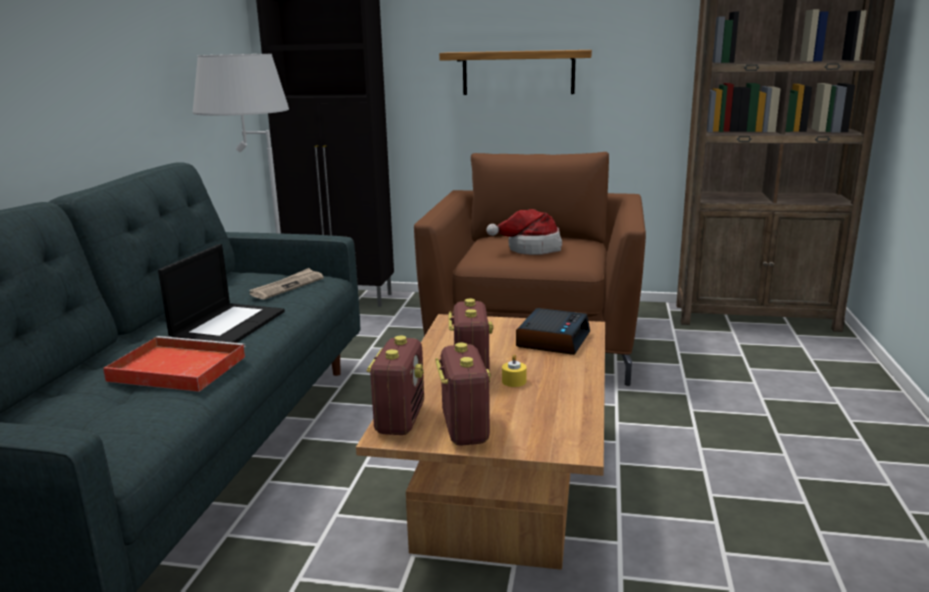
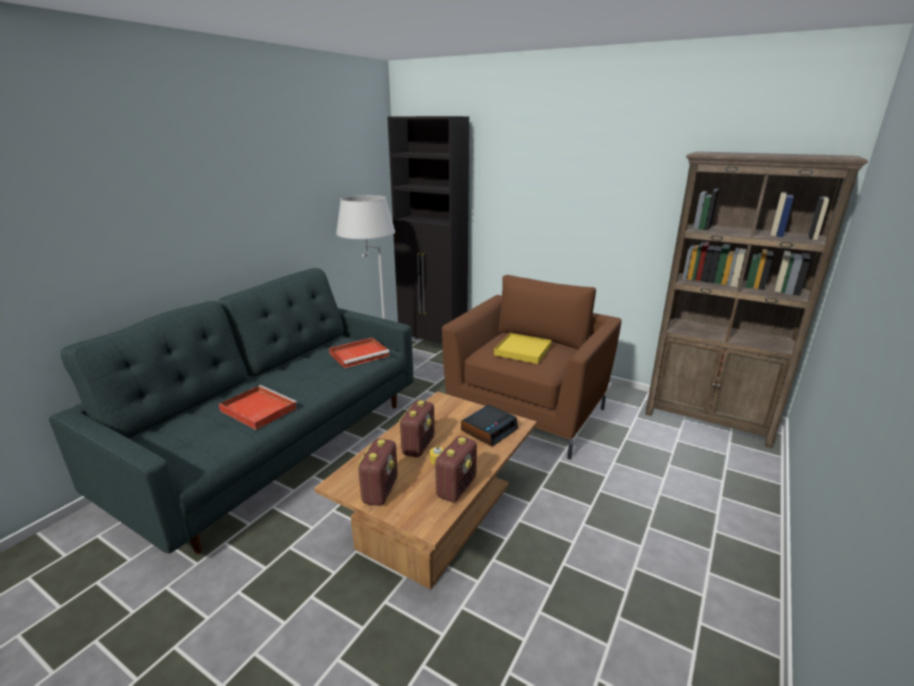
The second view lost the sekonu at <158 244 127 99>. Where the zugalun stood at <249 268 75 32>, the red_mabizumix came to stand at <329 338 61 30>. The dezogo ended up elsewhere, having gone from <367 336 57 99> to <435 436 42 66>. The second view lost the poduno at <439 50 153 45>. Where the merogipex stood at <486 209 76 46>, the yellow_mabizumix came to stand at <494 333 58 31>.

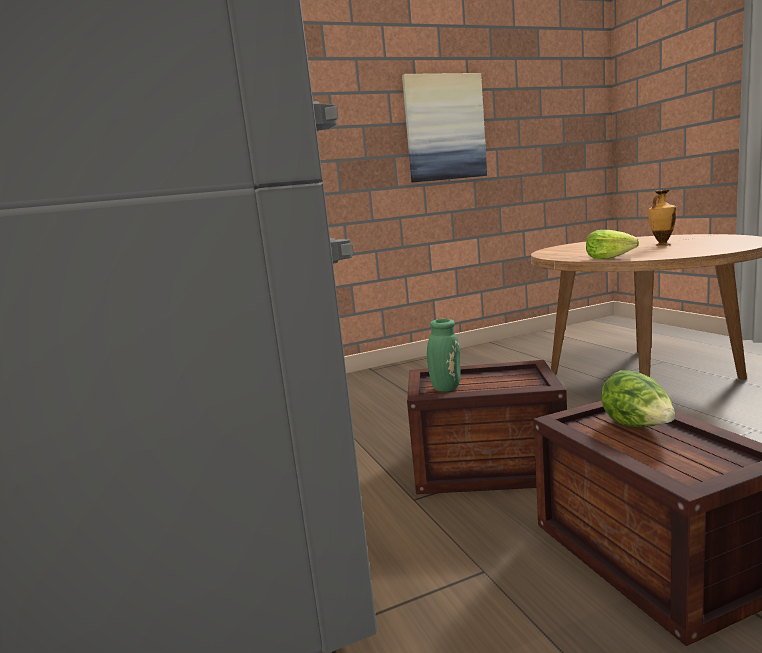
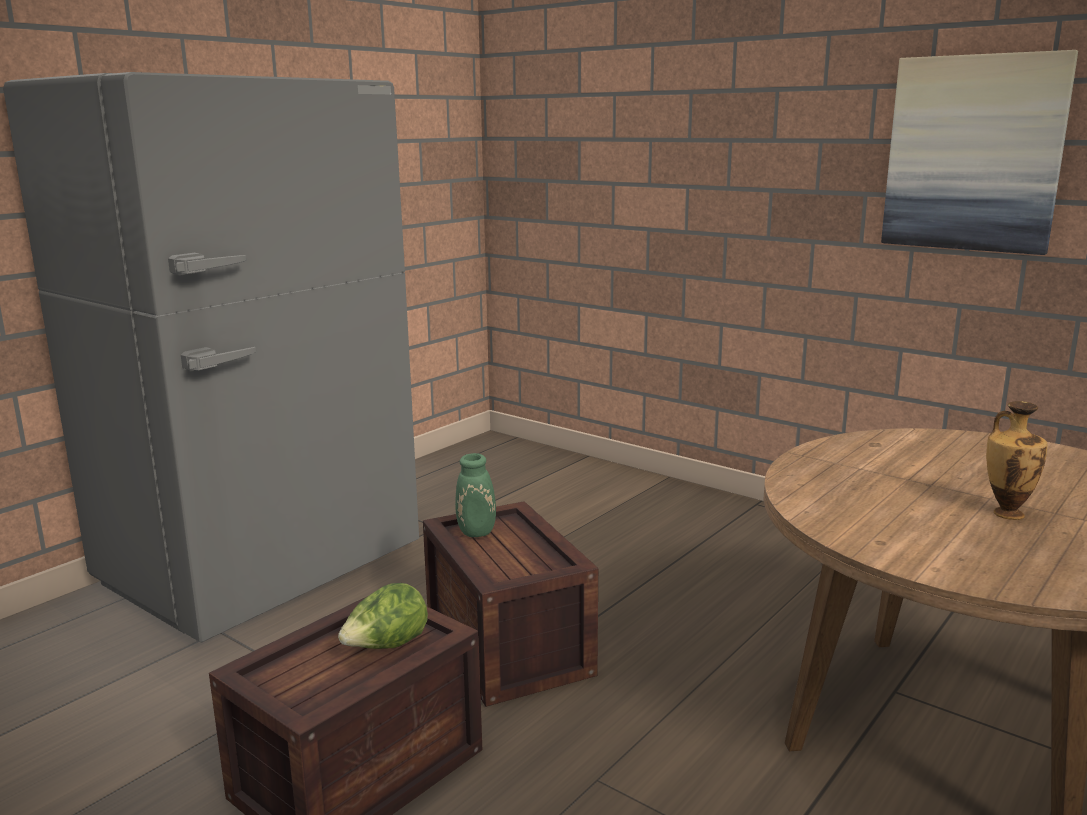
The second view lost the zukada at <586 230 53 29>.

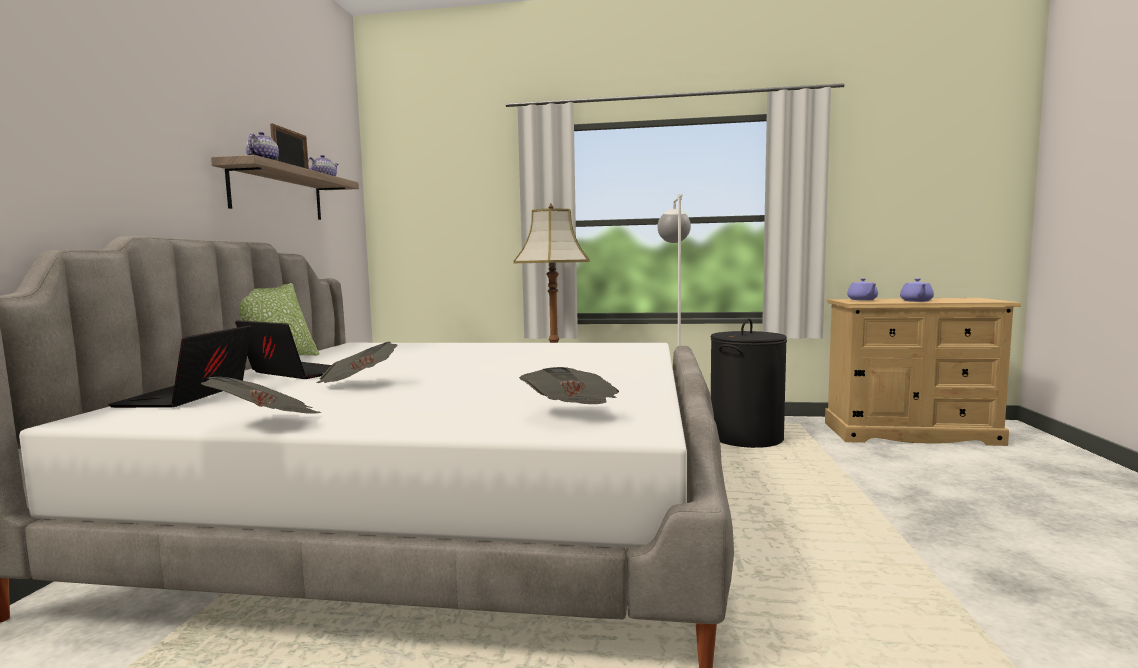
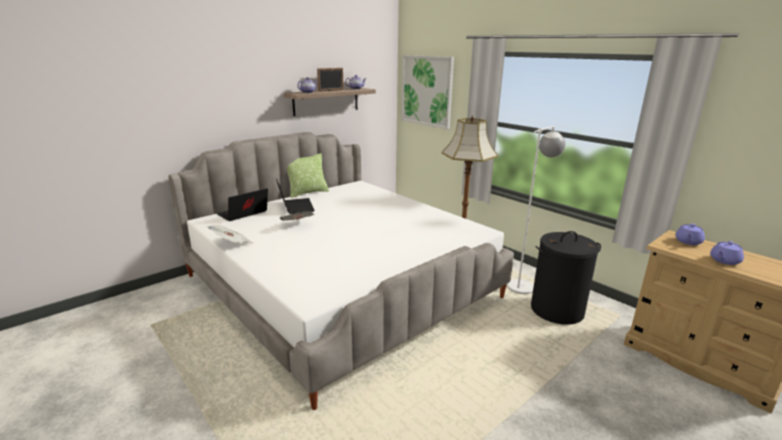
The second view lost the zugalun at <519 367 100 37>. The second view gained the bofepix at <401 55 53 74>.

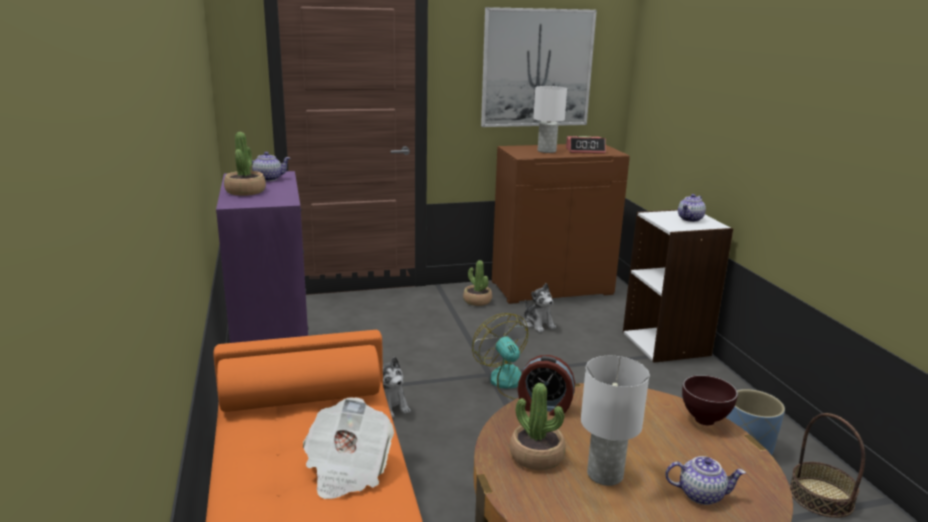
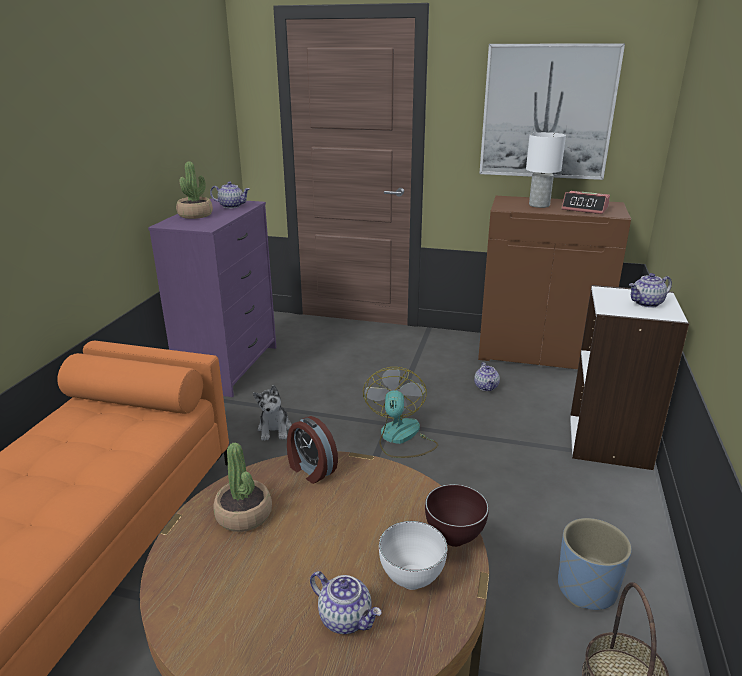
The second view lost the zugalun at <303 397 91 102>. The second view lost the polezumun at <463 260 29 46>. Where the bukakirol stood at <523 283 33 50>, the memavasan came to stand at <474 362 26 29>. The second view lost the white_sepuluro at <581 356 68 130>. The second view gained the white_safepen at <379 521 69 69>.

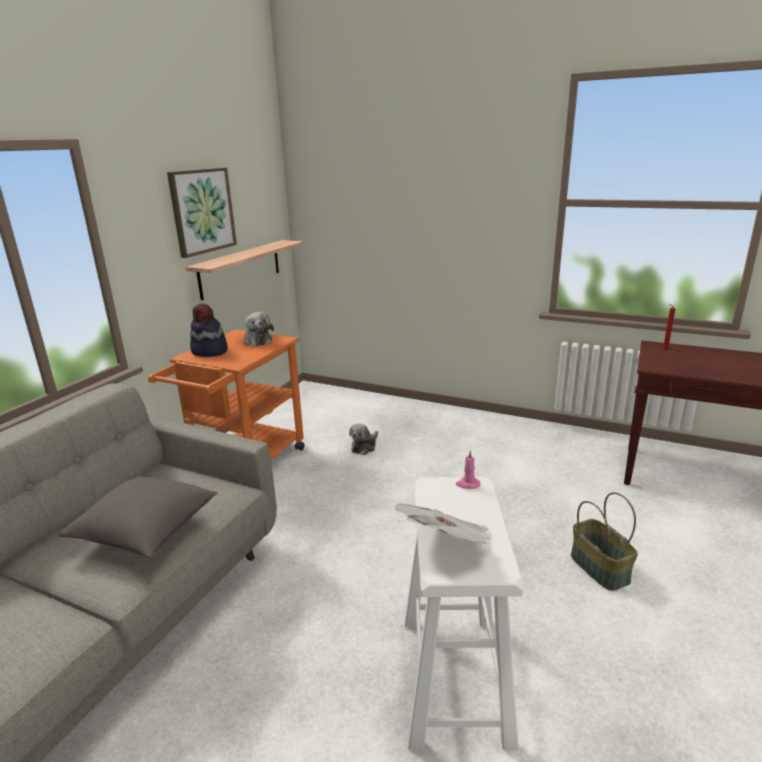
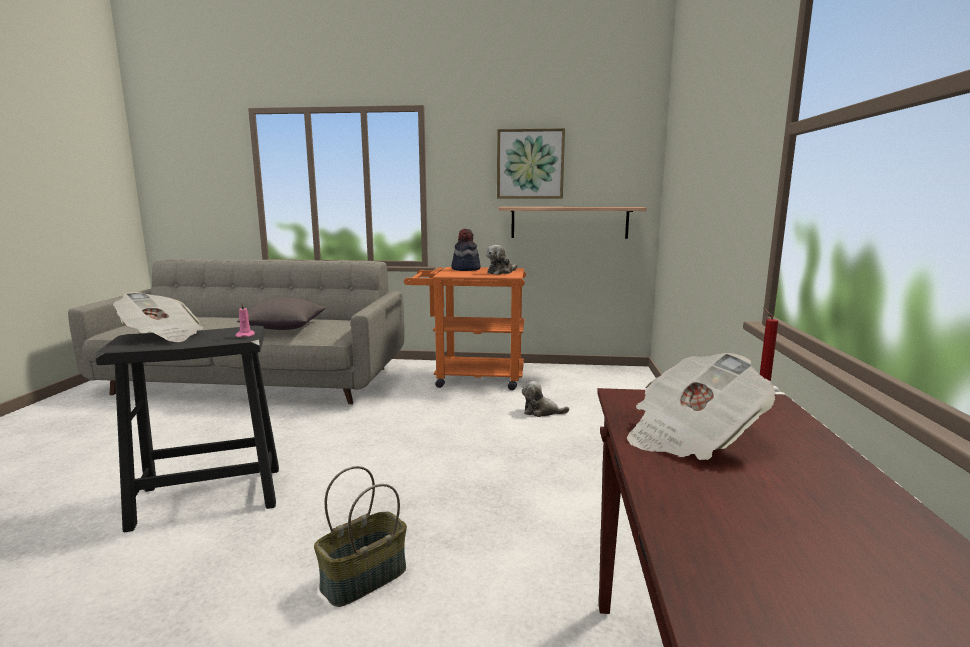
What was the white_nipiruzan at <405 477 118 274> turned into the black_nipiruzan at <95 326 184 206>. The second view gained the zugalun at <627 353 148 107>.

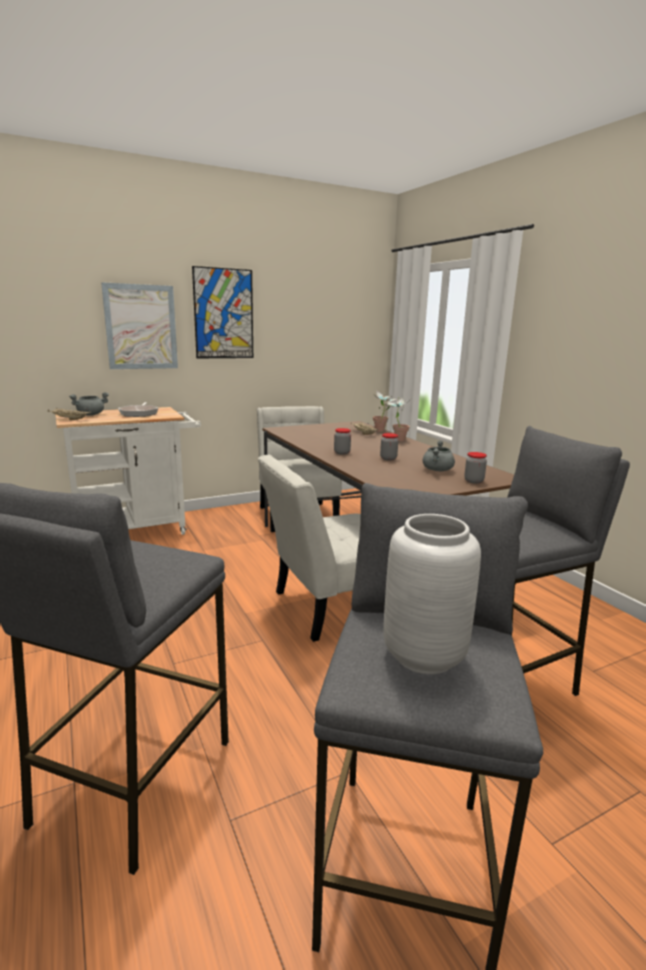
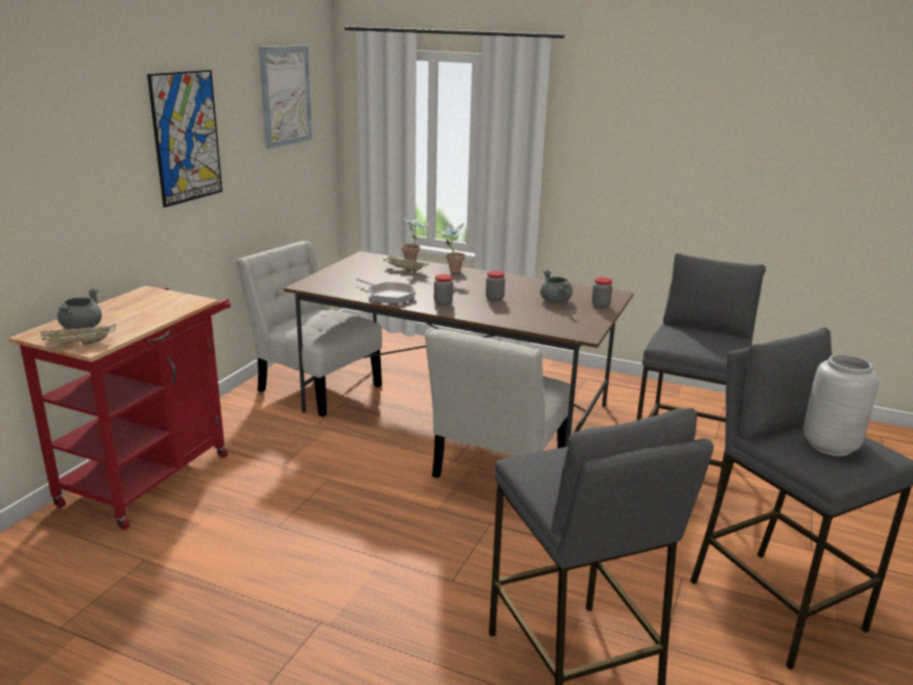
What was the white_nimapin at <55 407 146 128> turned into the red_nimapin at <9 286 222 244>. The bofepix ended up elsewhere, having gone from <101 282 77 87> to <259 45 53 104>. The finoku ended up elsewhere, having gone from <118 402 40 15> to <356 278 60 26>.

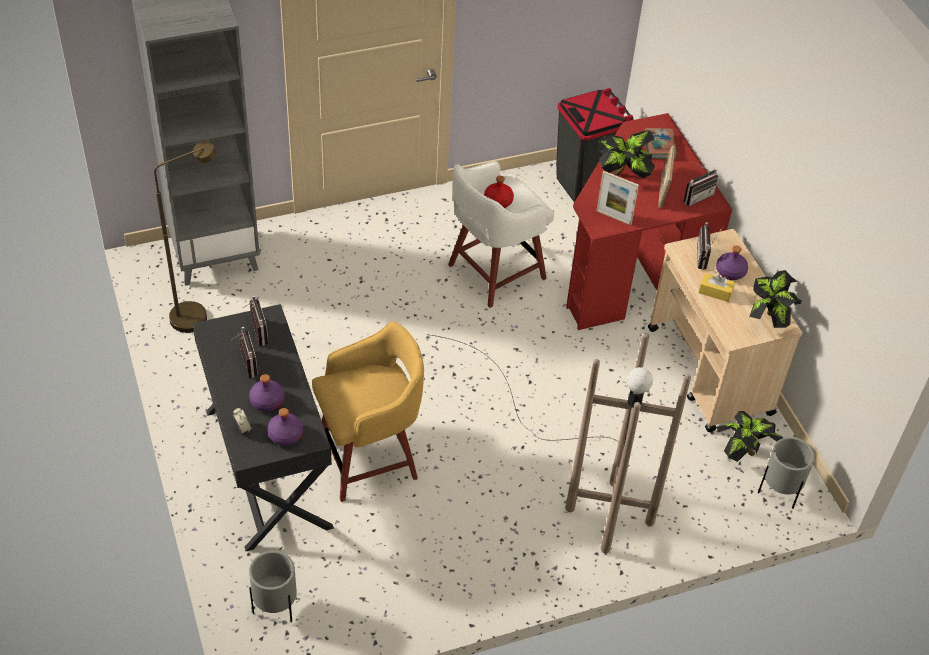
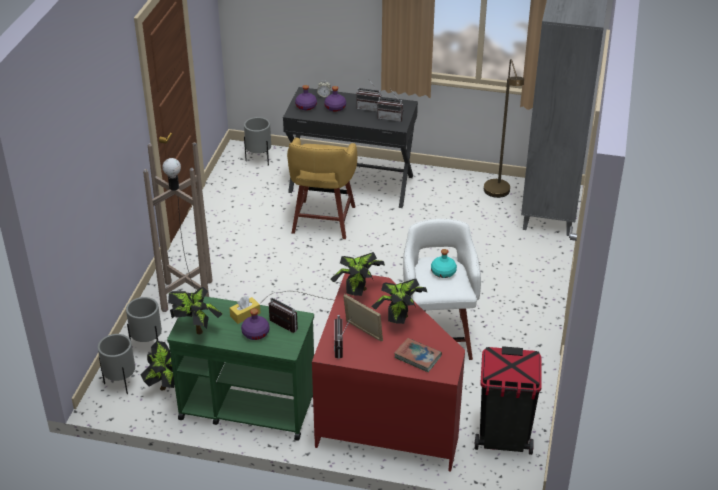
What was the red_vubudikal at <484 176 30 32> turned into the turquoise_vubudikal at <431 249 26 29>. Where the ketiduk stood at <596 171 43 54>, the polezumun came to stand at <330 252 55 44>. What was the beige_nimapin at <648 229 155 203> turned into the green_nimapin at <167 296 147 145>. The second view gained the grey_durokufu at <126 297 36 45>.

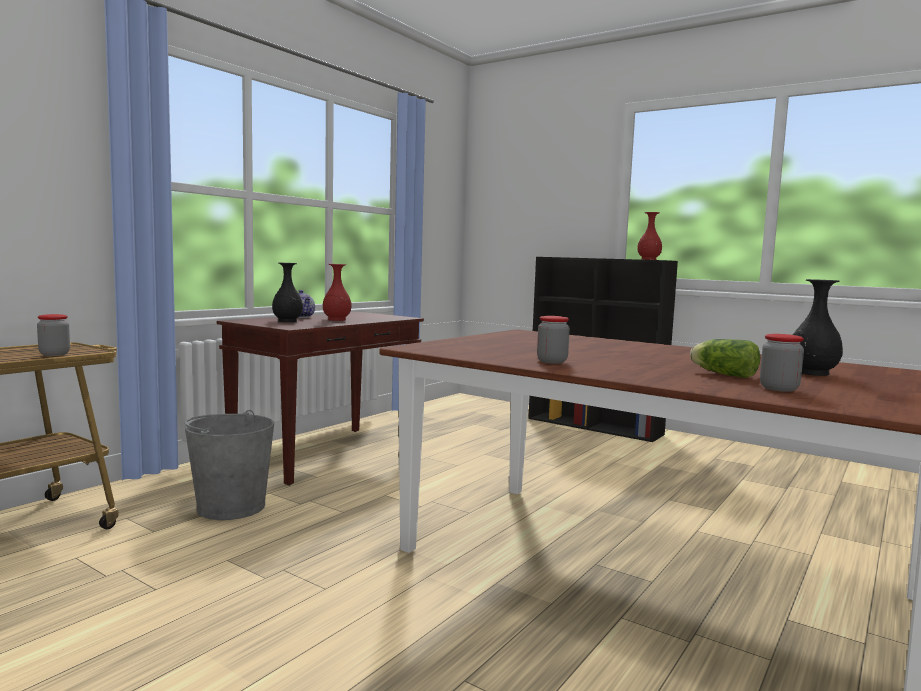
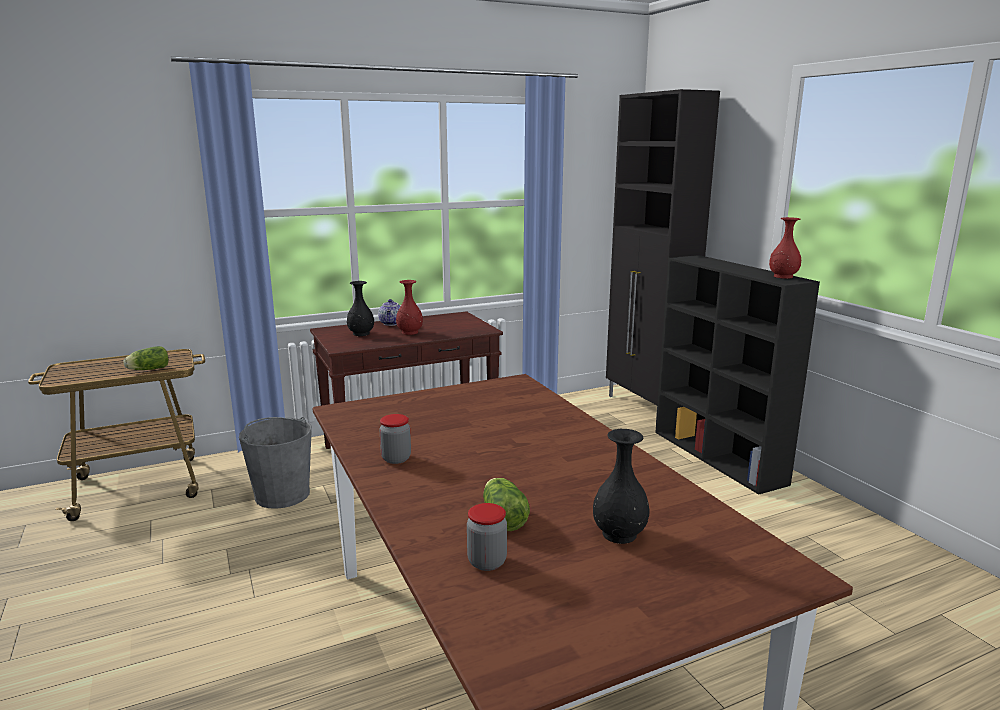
Where the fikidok stood at <37 314 33 42>, the zukada came to stand at <123 346 46 24>. The second view gained the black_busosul at <606 89 114 329>.

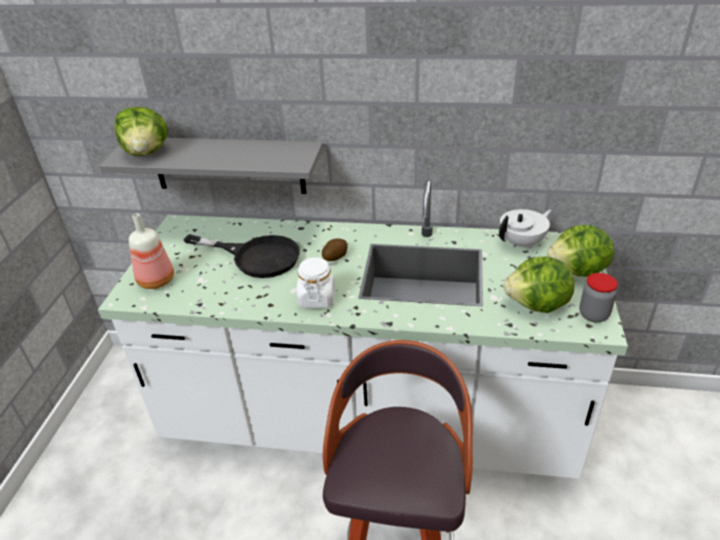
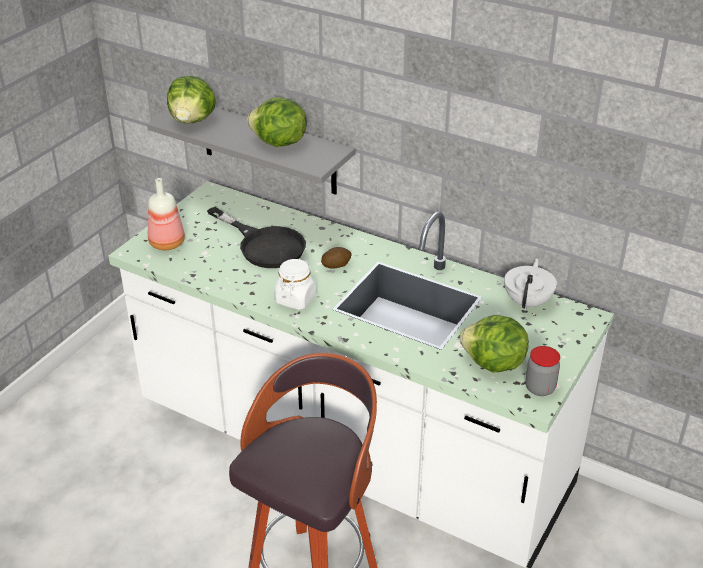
The white_memavasan at <499 209 53 40> ended up facing another way, 60 degrees counterclockwise from before. The zukada ended up elsewhere, having gone from <547 225 67 52> to <247 98 60 49>.

